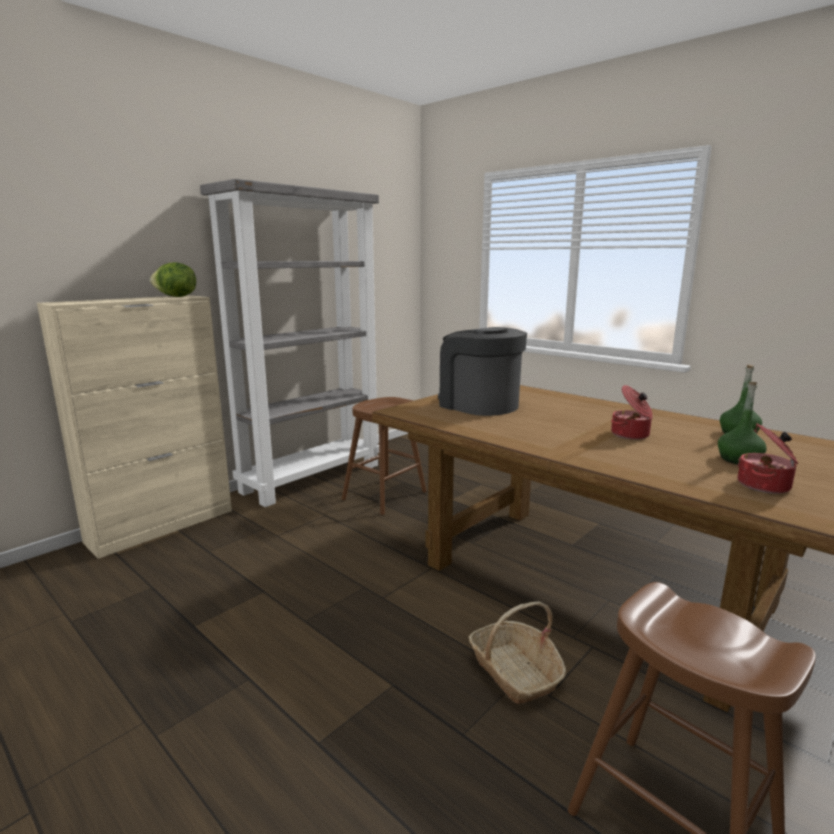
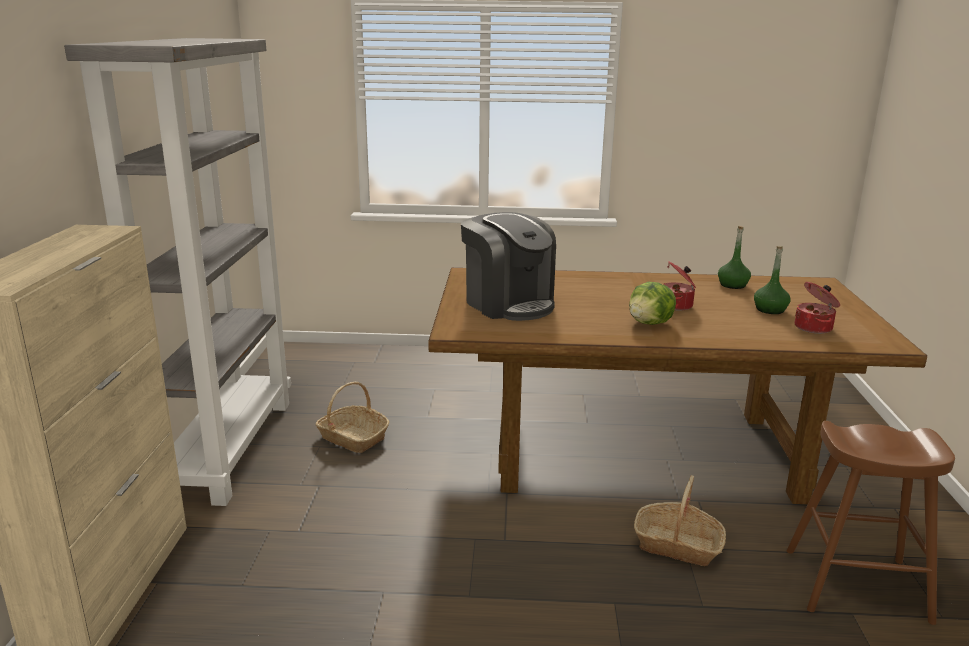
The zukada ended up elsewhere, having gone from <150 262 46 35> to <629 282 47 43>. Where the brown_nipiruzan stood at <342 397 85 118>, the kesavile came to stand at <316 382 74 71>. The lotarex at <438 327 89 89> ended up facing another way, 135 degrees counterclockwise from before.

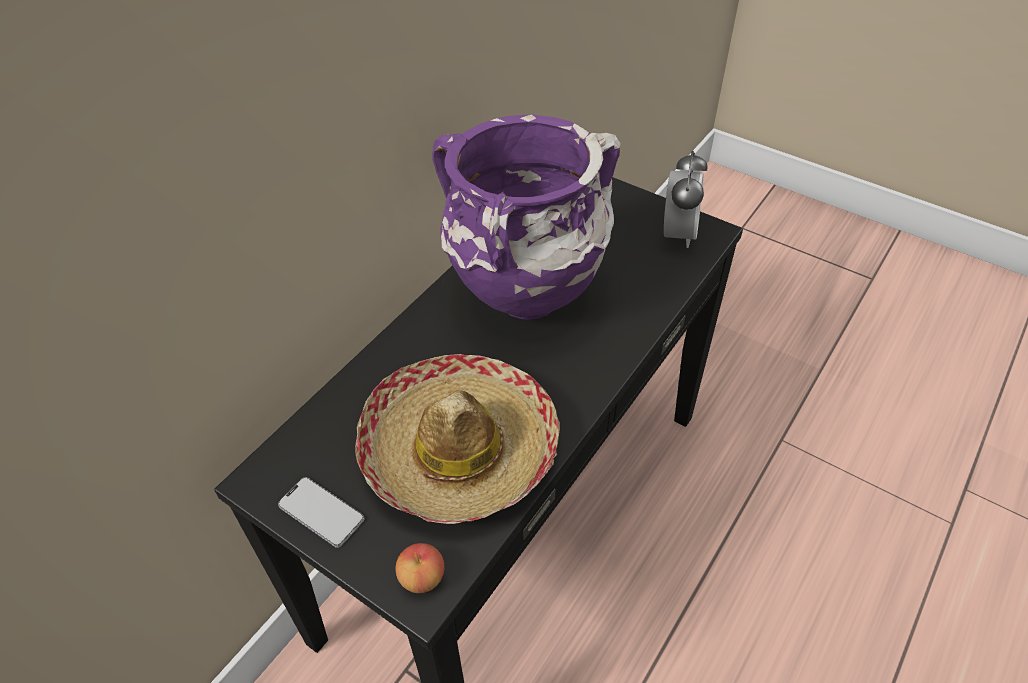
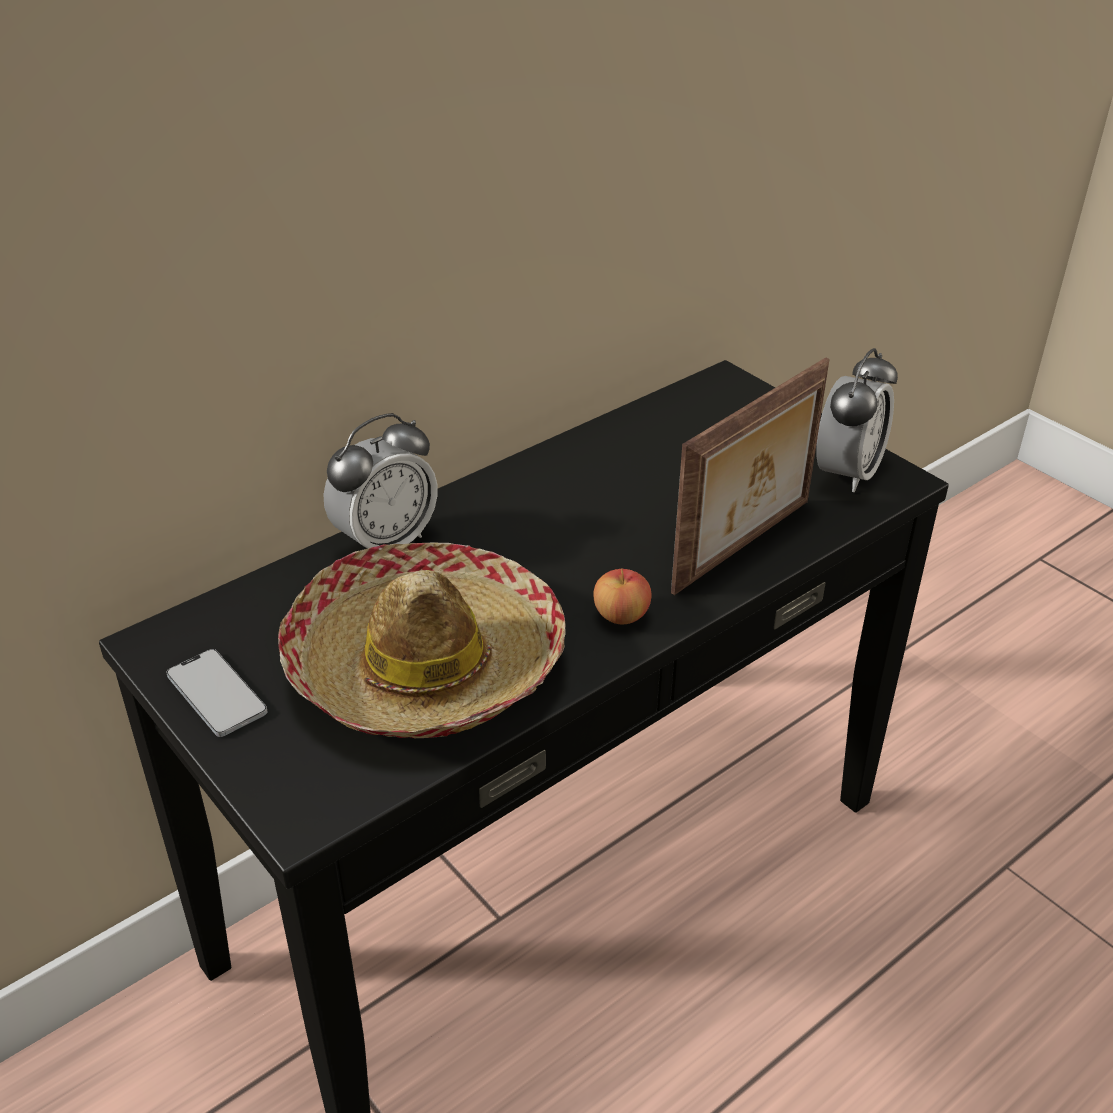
The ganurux ended up elsewhere, having gone from <396 543 49 50> to <593 568 59 56>. The second view lost the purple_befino at <432 114 189 206>. The second view gained the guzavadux at <324 413 113 136>. The second view gained the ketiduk at <671 357 159 238>.

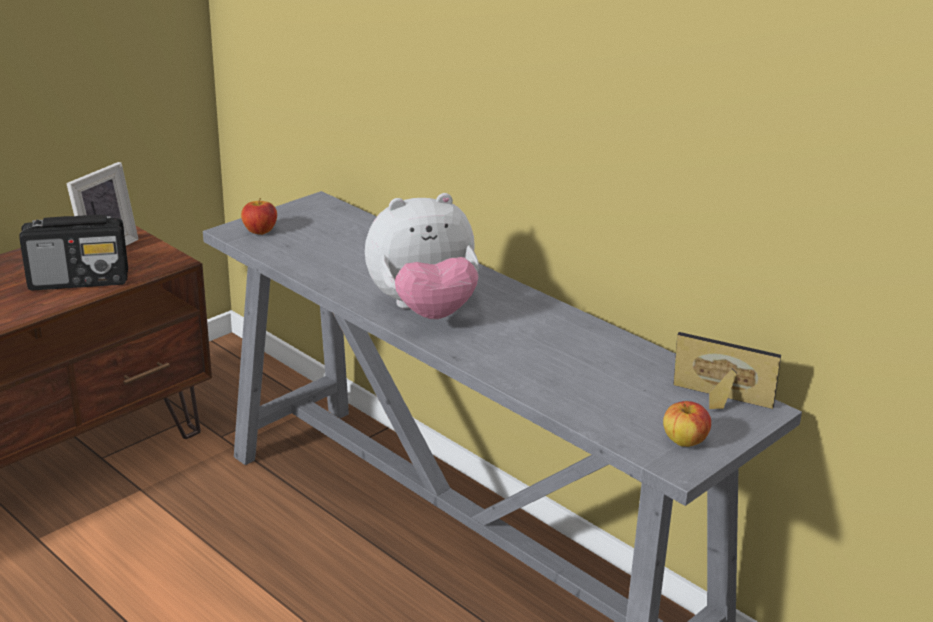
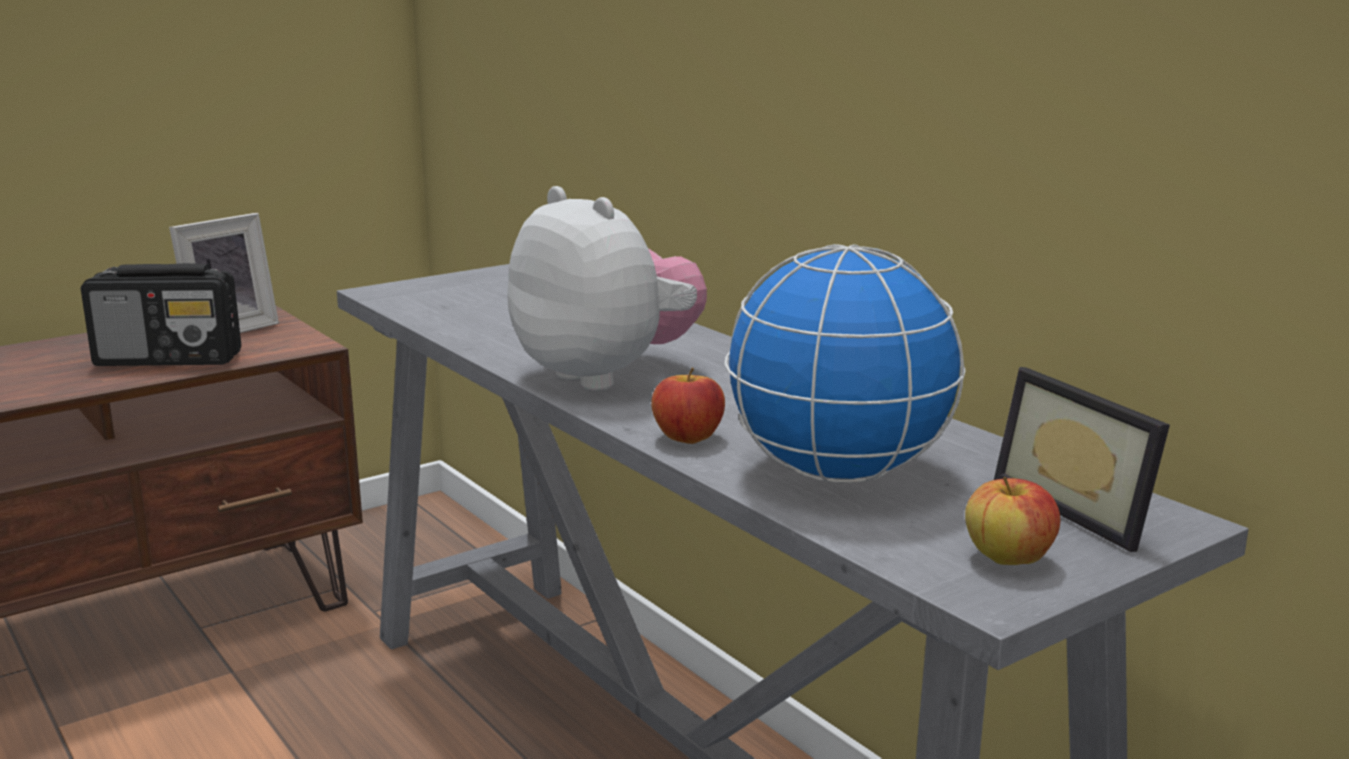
The ganurux ended up elsewhere, having gone from <241 198 36 37> to <651 368 74 76>. The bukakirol at <365 193 114 126> ended up facing another way, 120 degrees counterclockwise from before. The ketiduk at <673 332 108 77> ended up facing another way, 150 degrees counterclockwise from before. The second view gained the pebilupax at <724 244 242 239>.

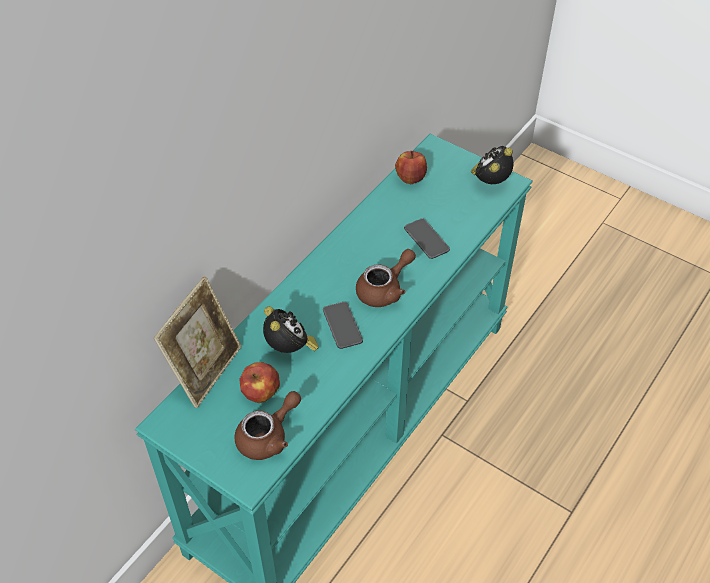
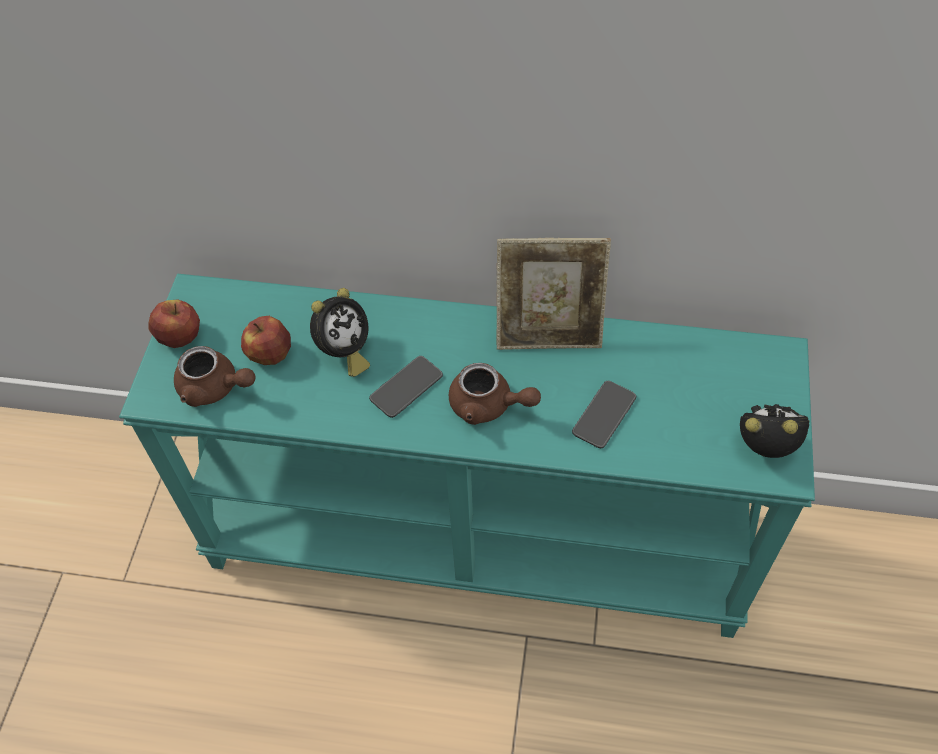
The ketiduk ended up elsewhere, having gone from <154 276 88 132> to <497 238 114 112>. The ganurux ended up elsewhere, having gone from <395 151 32 33> to <148 299 52 49>.

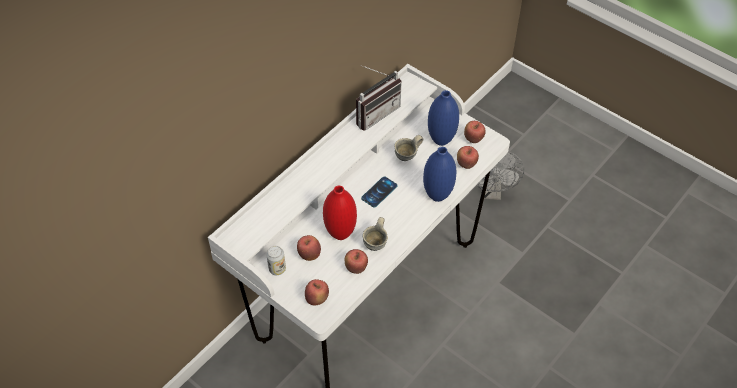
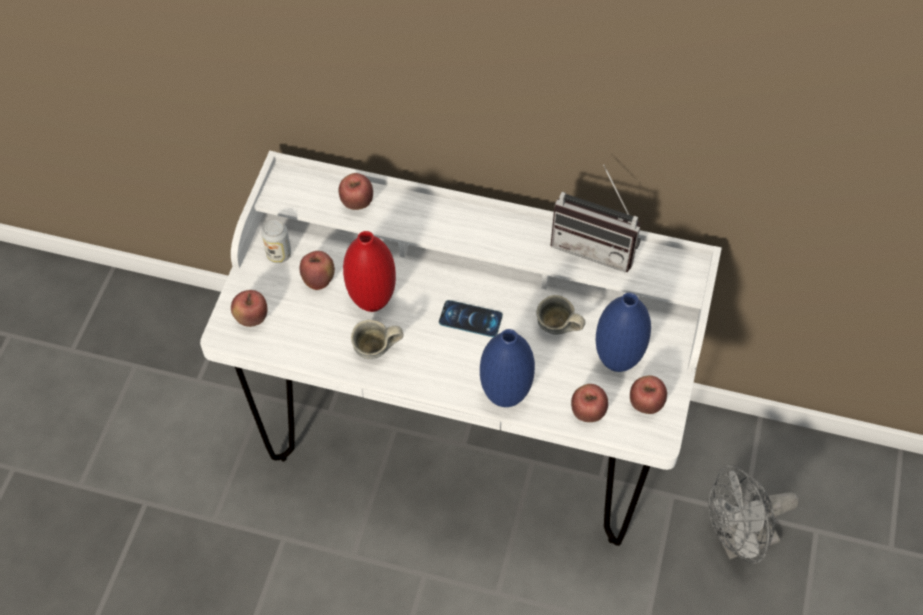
The ganurux ended up elsewhere, having gone from <345 249 23 25> to <339 173 34 37>.

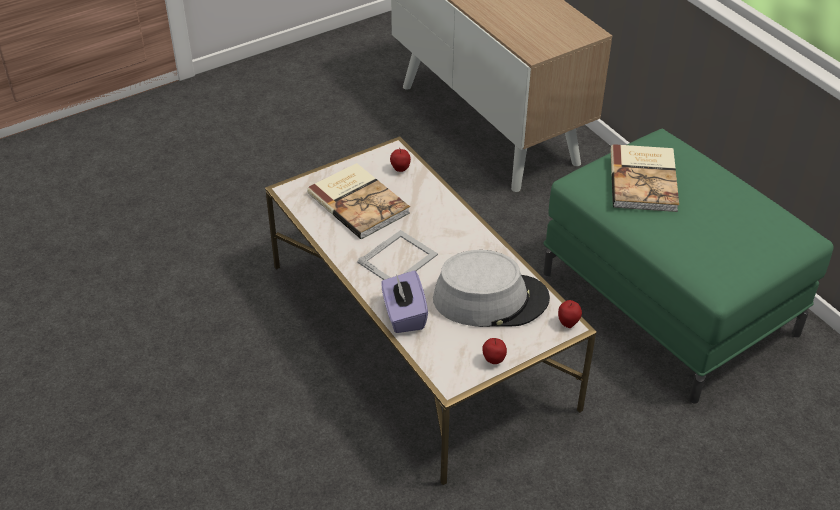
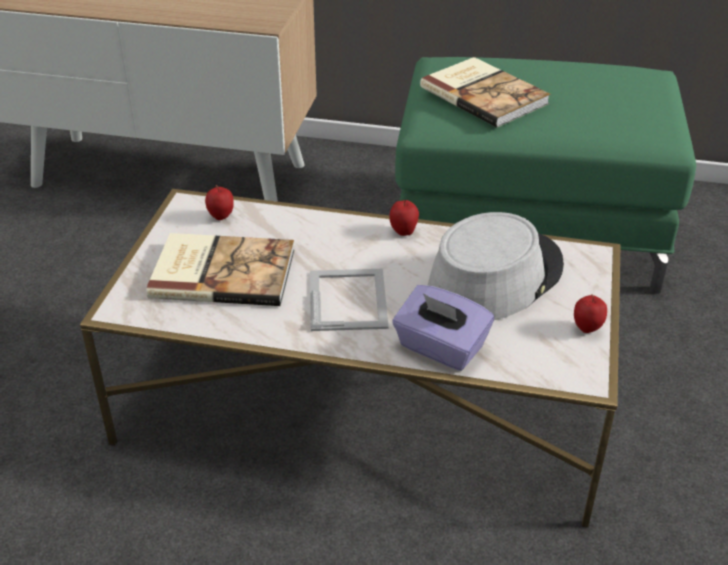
The ganurux ended up elsewhere, having gone from <558 300 24 28> to <389 200 30 36>.

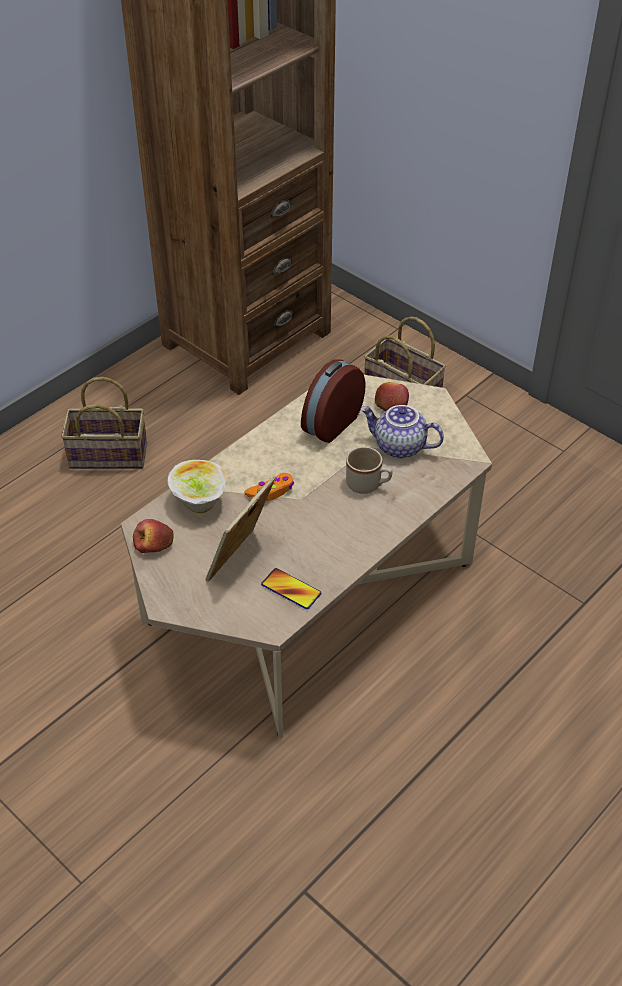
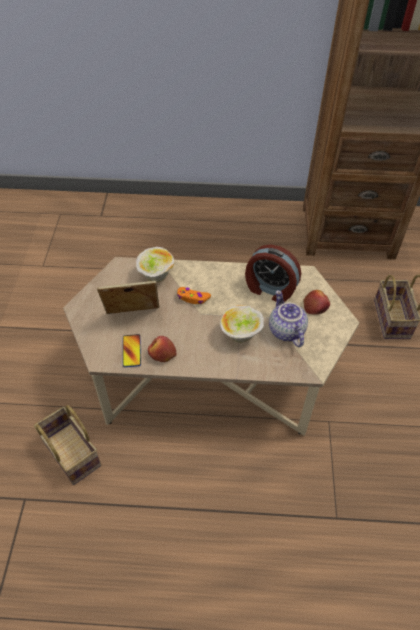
The kesavile ended up elsewhere, having gone from <61 377 86 92> to <34 405 67 80>. The ganurux ended up elsewhere, having gone from <133 519 41 34> to <148 336 29 26>. The guzavadux at <301 360 65 83> ended up facing another way, 150 degrees counterclockwise from before. Where the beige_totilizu stood at <346 447 46 47>, the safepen came to stand at <220 305 44 38>.

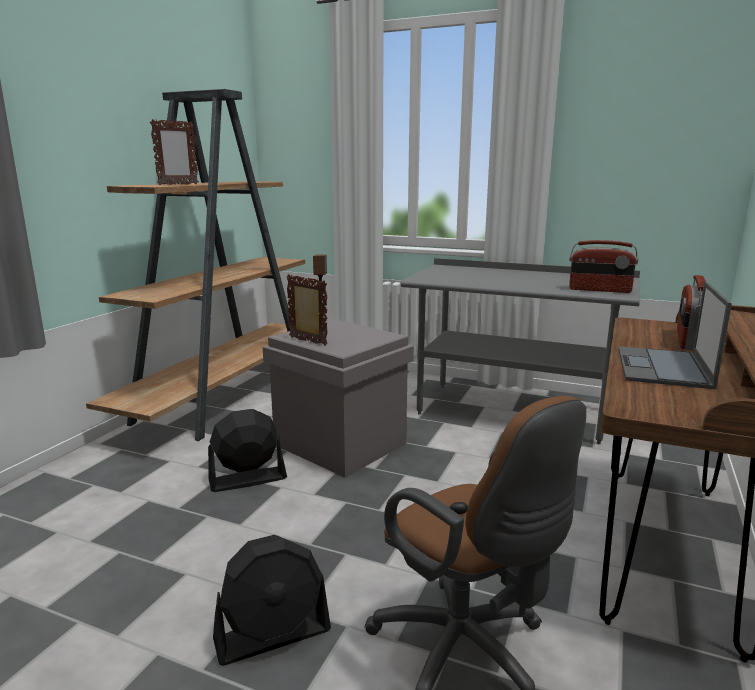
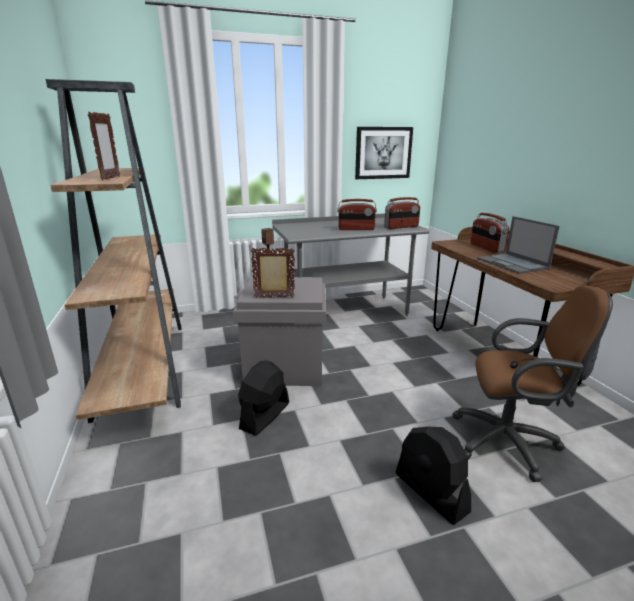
The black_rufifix at <213 535 118 131> ended up facing another way, 120 degrees clockwise from before. The second view gained the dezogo at <337 199 40 31>. The second view gained the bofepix at <355 127 58 52>.

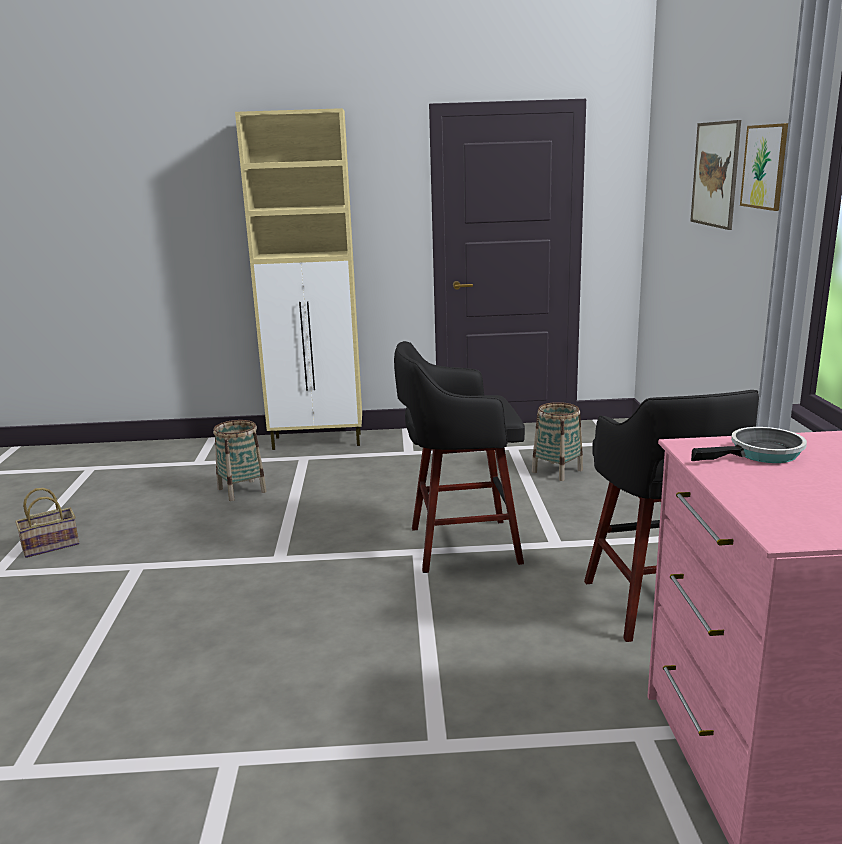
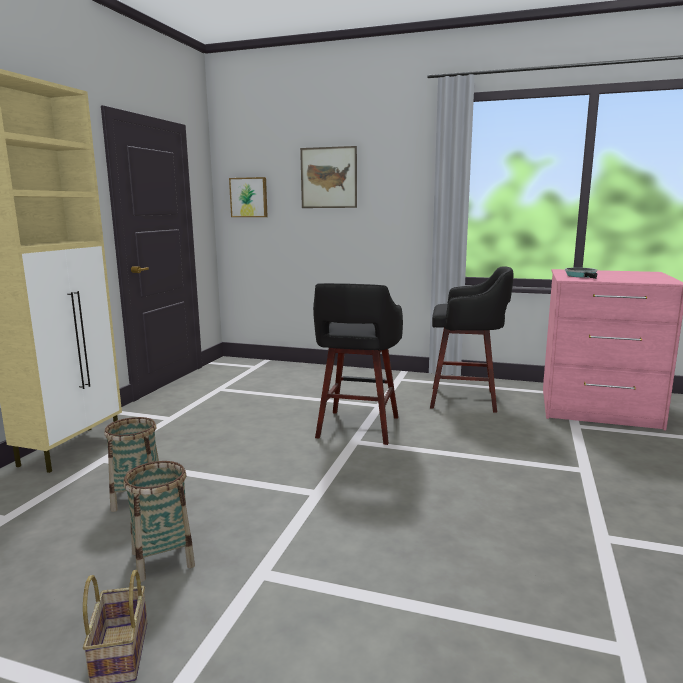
The kesavile ended up elsewhere, having gone from <532 402 51 79> to <123 461 72 121>. The bofepix ended up elsewhere, having gone from <740 123 48 88> to <229 177 39 40>.

